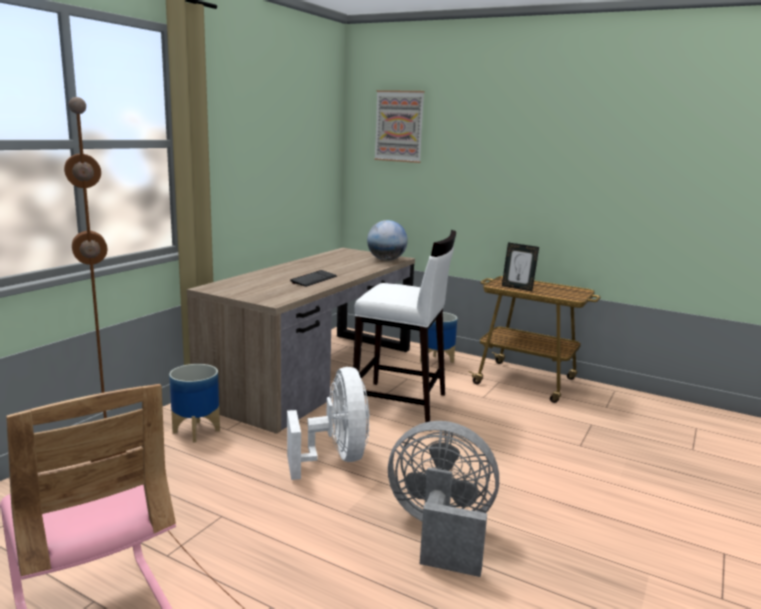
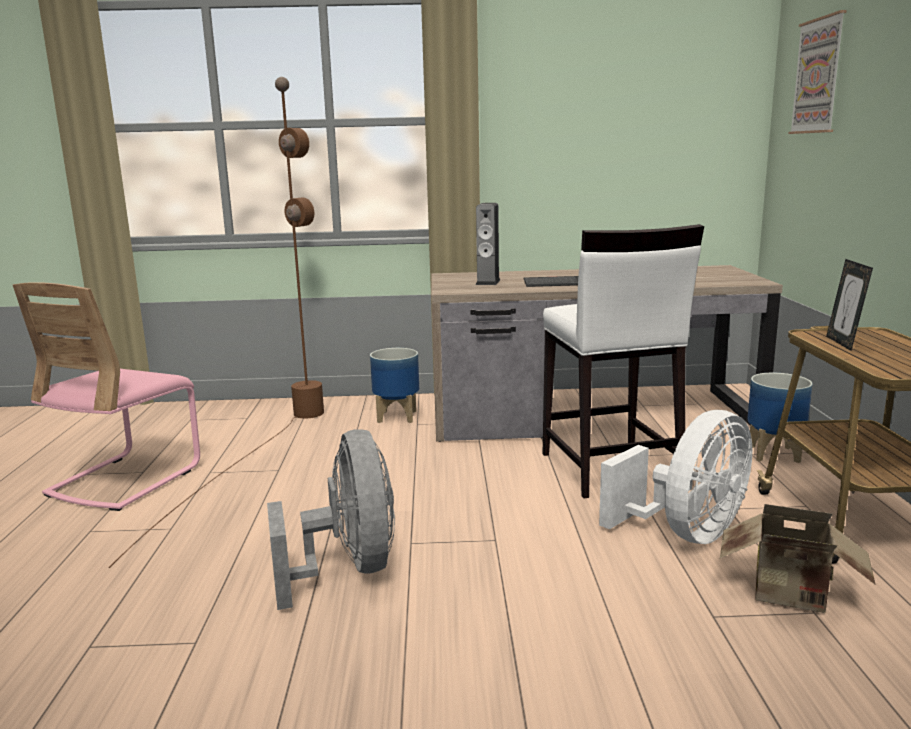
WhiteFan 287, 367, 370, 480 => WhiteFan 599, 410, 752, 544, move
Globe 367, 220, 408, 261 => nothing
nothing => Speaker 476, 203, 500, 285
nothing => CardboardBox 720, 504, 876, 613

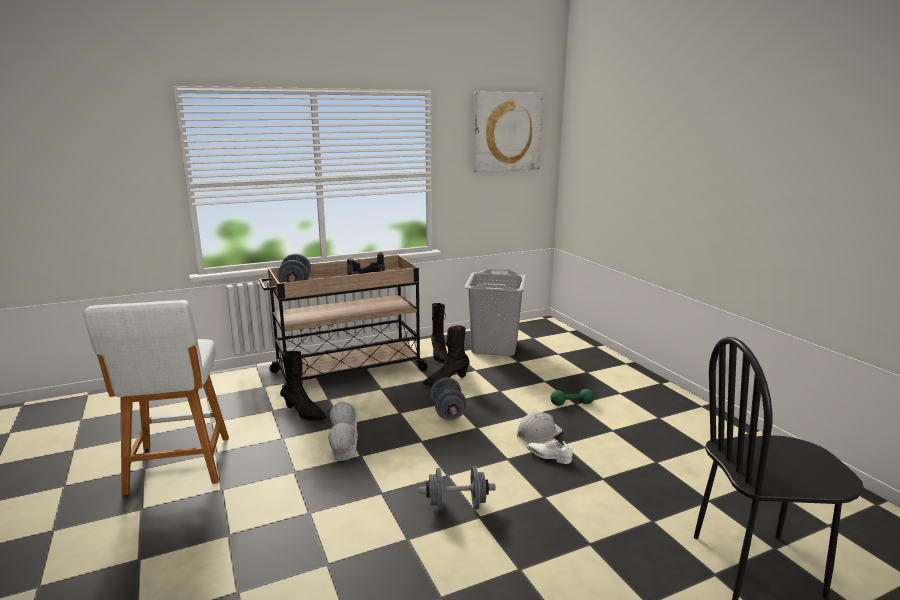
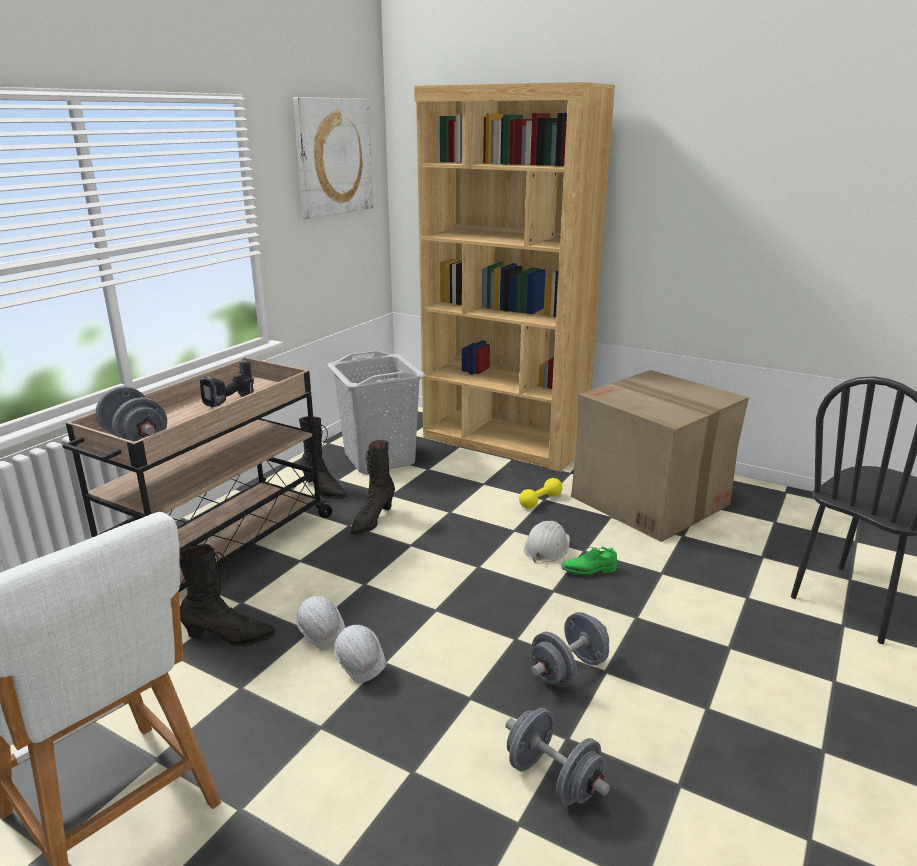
GreyDumbbell 430, 377, 467, 420 => GreyDumbbell 505, 708, 610, 805, move
WhiteShoe 527, 438, 573, 464 => GreenShoe 561, 546, 617, 575
GreenDumbbell 550, 389, 594, 406 => YellowDumbbell 519, 478, 563, 508
nothing => BrownBookcase 414, 82, 615, 472
nothing => CardboardBox 571, 370, 749, 542

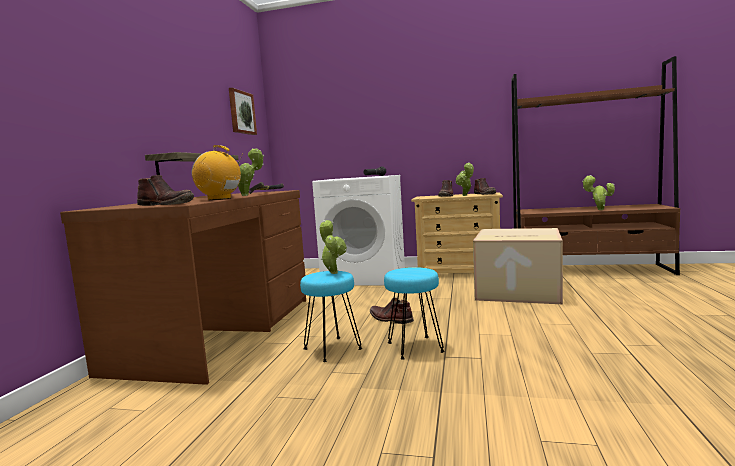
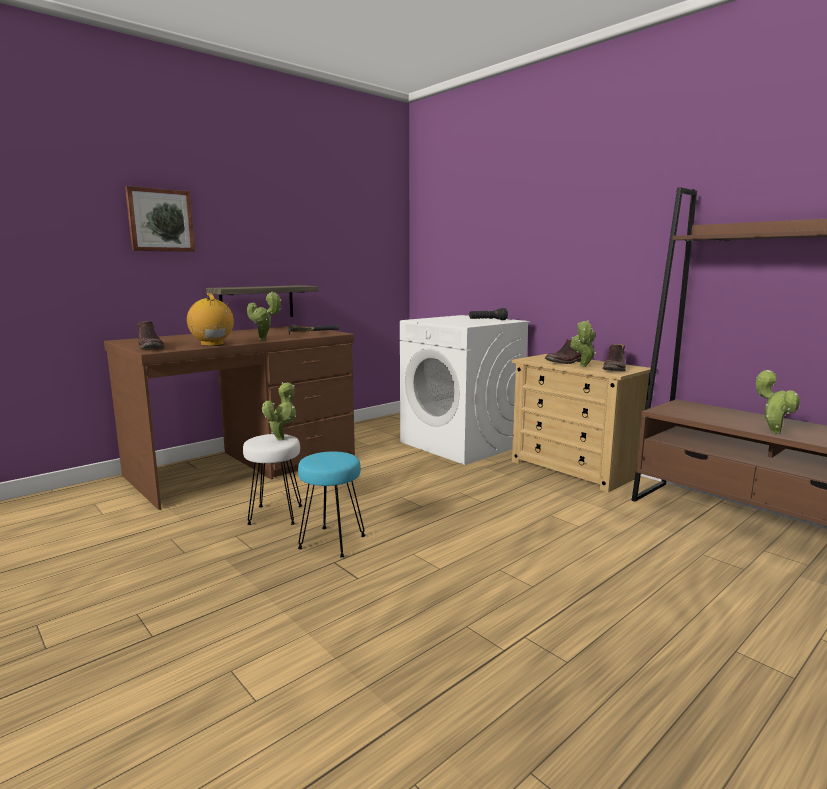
Picture 229, 88, 257, 135 => Picture 125, 186, 195, 252, move
TurquoiseStool 300, 271, 362, 362 => WhiteStool 243, 434, 302, 525
BrownBoot 370, 298, 414, 324 => nothing
CardboardBox 473, 228, 563, 304 => nothing

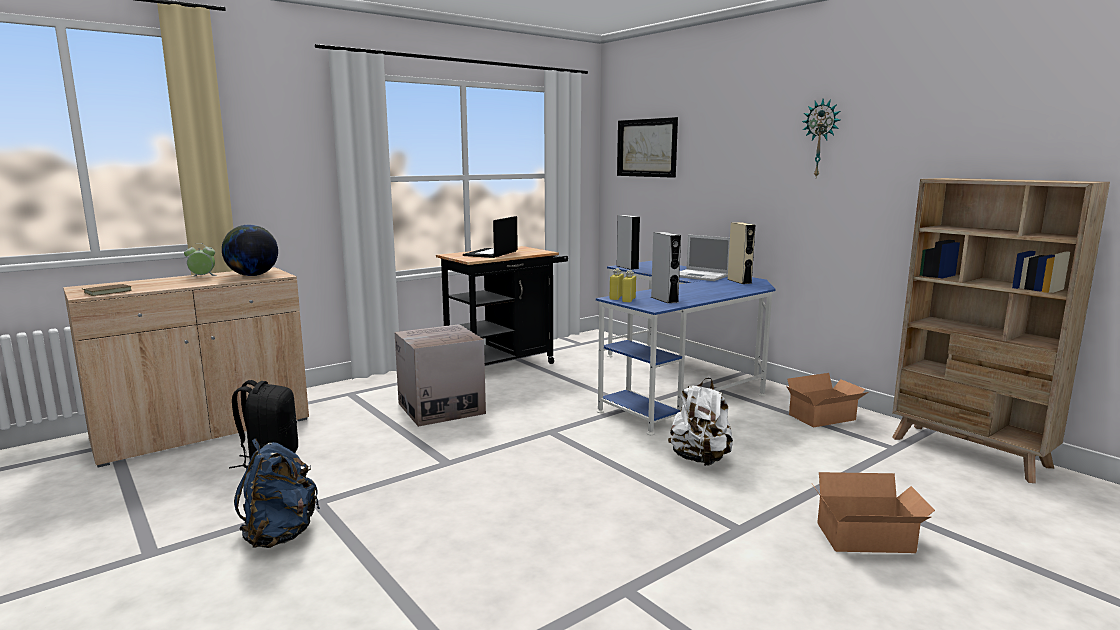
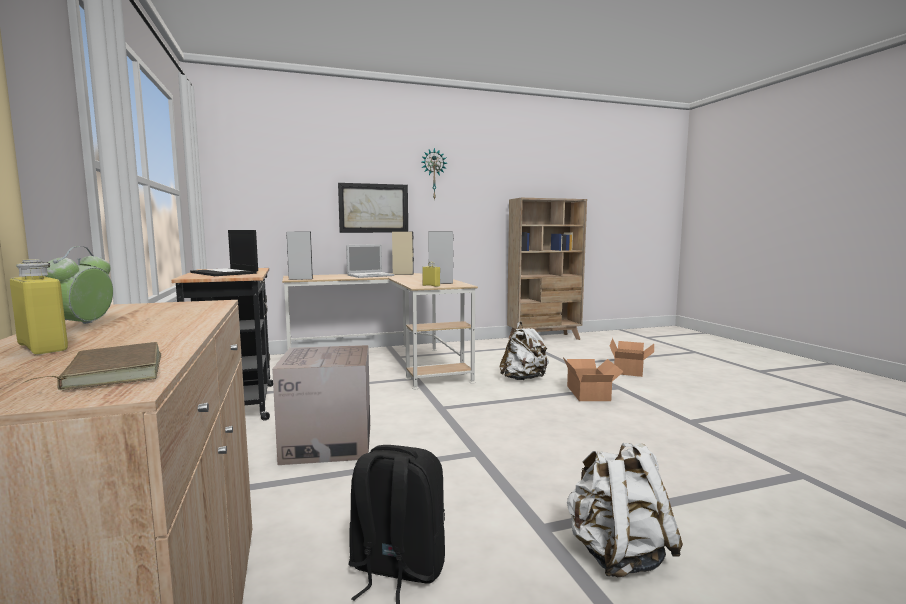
Globe 222, 225, 278, 276 => nothing
BlueBackpack 234, 439, 320, 548 => WhiteBackpack 567, 443, 683, 578
BlueDesk 596, 261, 776, 435 => BeigeDesk 282, 273, 478, 389
YellowBottle 609, 269, 624, 300 => YellowBottle 10, 259, 68, 355, move
Picture 617, 117, 678, 178 => Picture 338, 183, 408, 233, move
CardboardBox 786, 373, 868, 428 => CardboardBox 562, 356, 624, 401, move

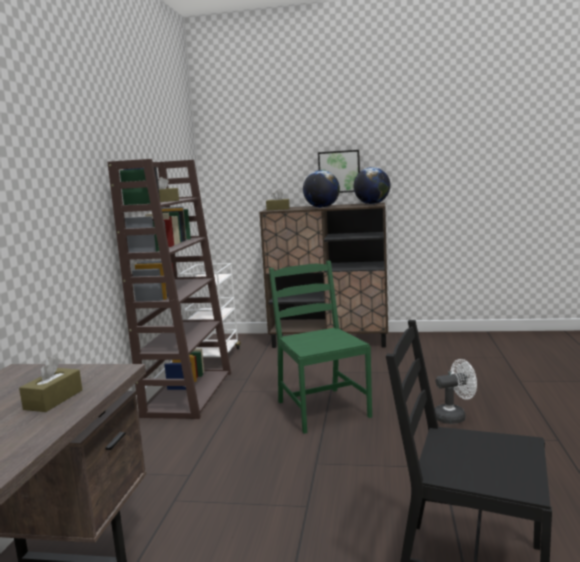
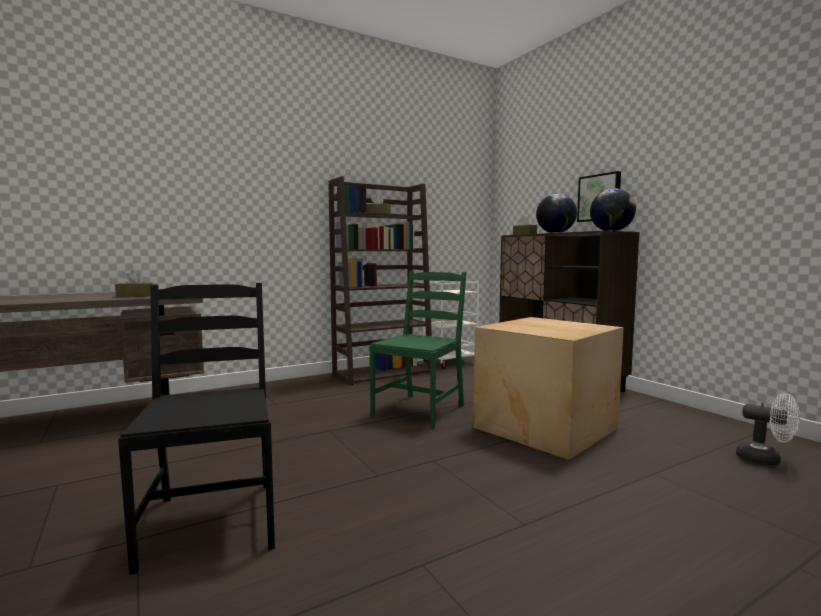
WhiteFan 434, 359, 477, 424 => WhiteFan 736, 393, 800, 466, move
nothing => CardboardBox 473, 317, 624, 460

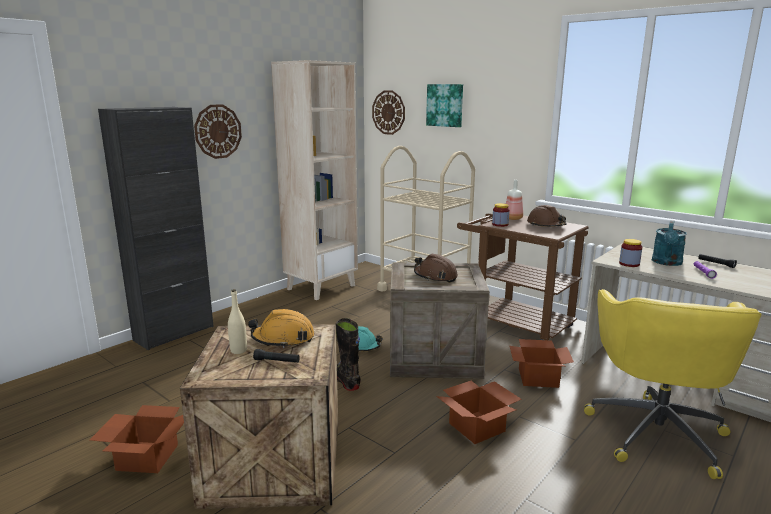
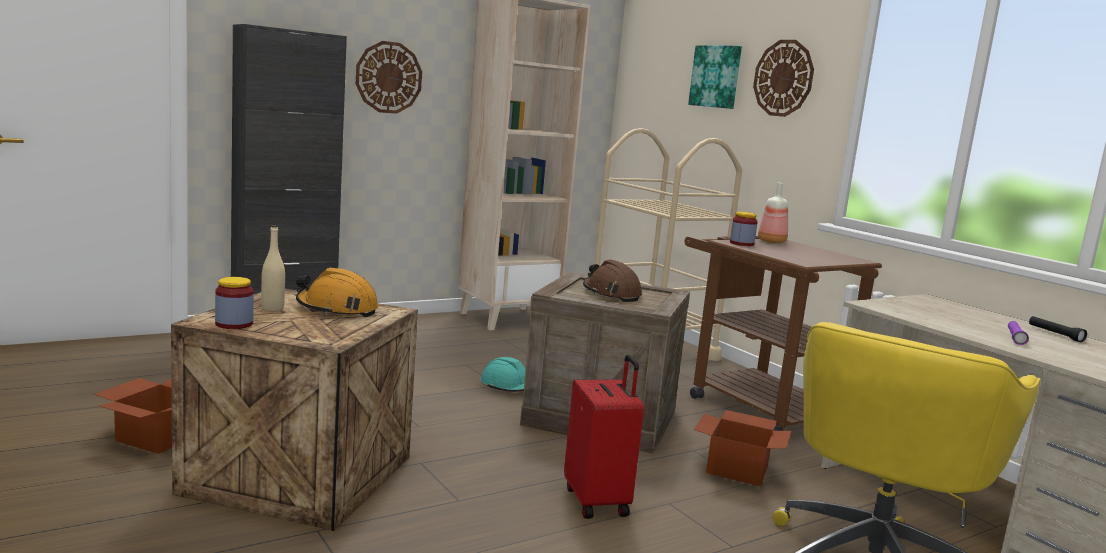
BlackFlashlight 253, 349, 300, 363 => nothing
BlackBoot 336, 318, 361, 391 => nothing
WallClock 372, 90, 405, 135 => WallClock 753, 40, 814, 117, move
CardboardBox 436, 381, 522, 444 => RedSuitcase 564, 355, 644, 519
BrownHardHat 527, 205, 566, 227 => nothing
Jar 619, 239, 642, 267 => Jar 215, 277, 254, 329, move
TurquoiseWateringCan 652, 220, 687, 266 => nothing

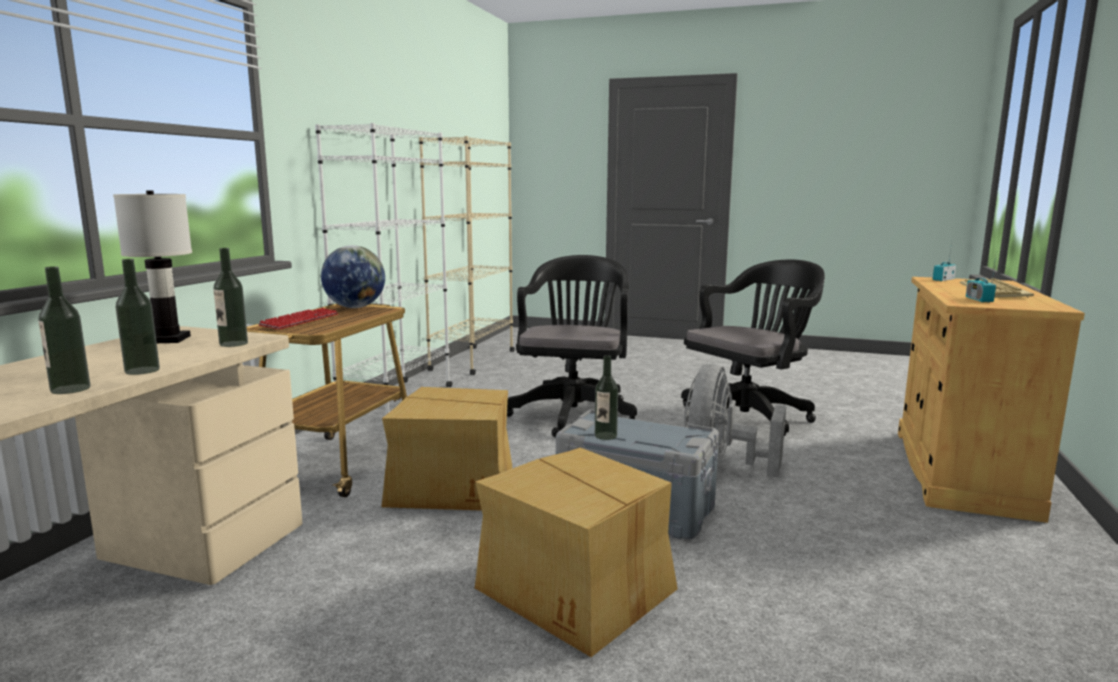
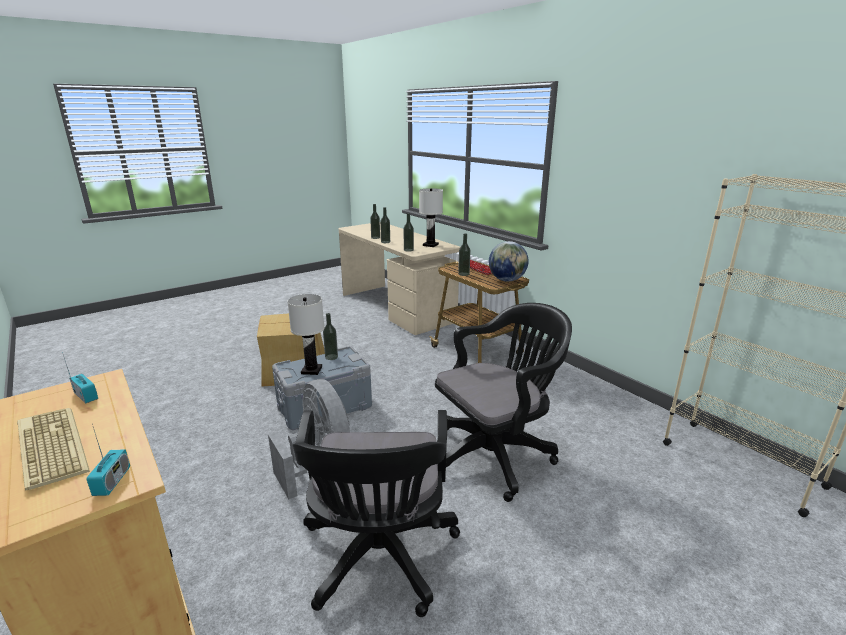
WhiteBookcase 315, 123, 453, 415 => nothing
CardboardBox 382, 387, 512, 510 => nothing
BlackOfficeChair 507, 255, 637, 438 => BlackOfficeChair 435, 303, 572, 502, 75 degrees counterclockwise
nothing => WhiteTableLamp 287, 294, 325, 375
nothing => Bottle 458, 233, 470, 276

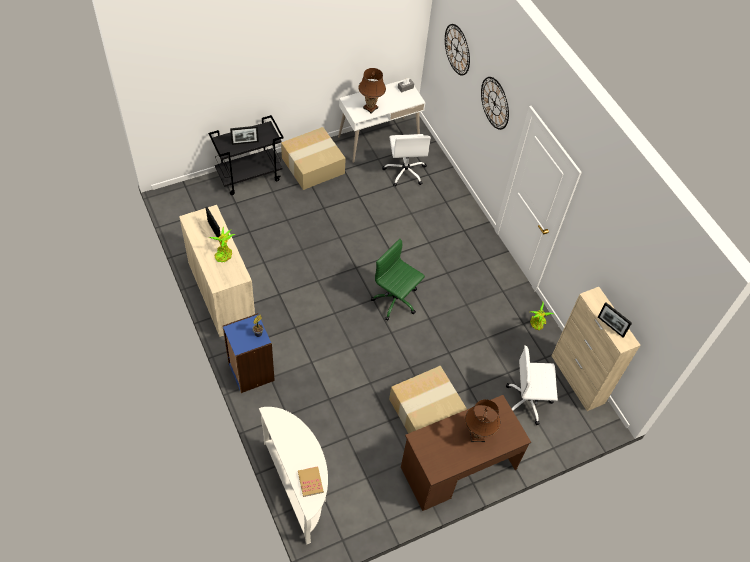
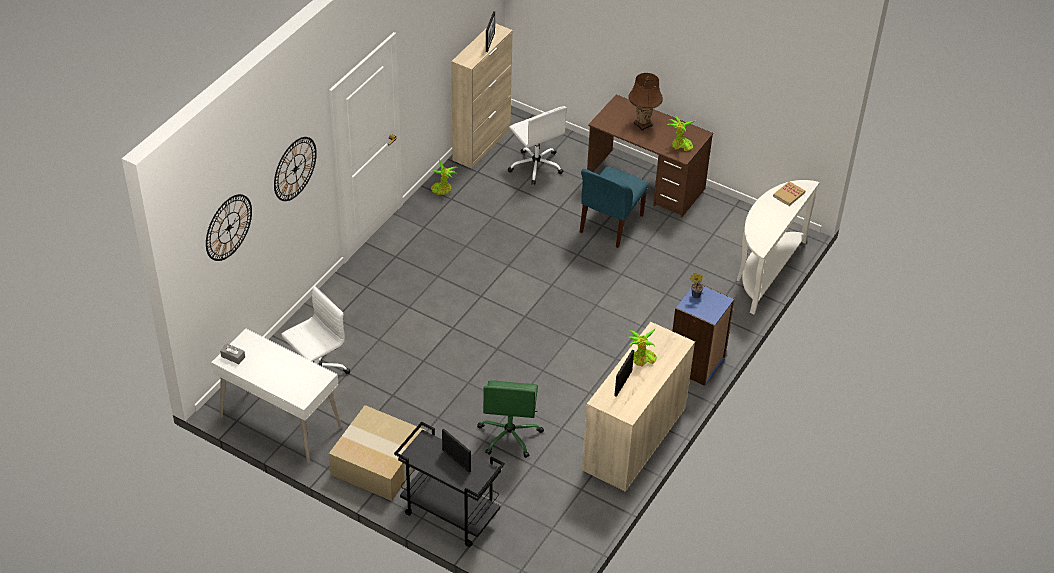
BrownTableLamp 358, 68, 386, 113 => nothing
GreenOfficeChair 371, 239, 425, 321 => GreenOfficeChair 477, 380, 544, 458, move
CardboardBox 389, 365, 467, 434 => BlueChair 580, 167, 648, 248
nothing => PottedPlant 667, 115, 696, 151

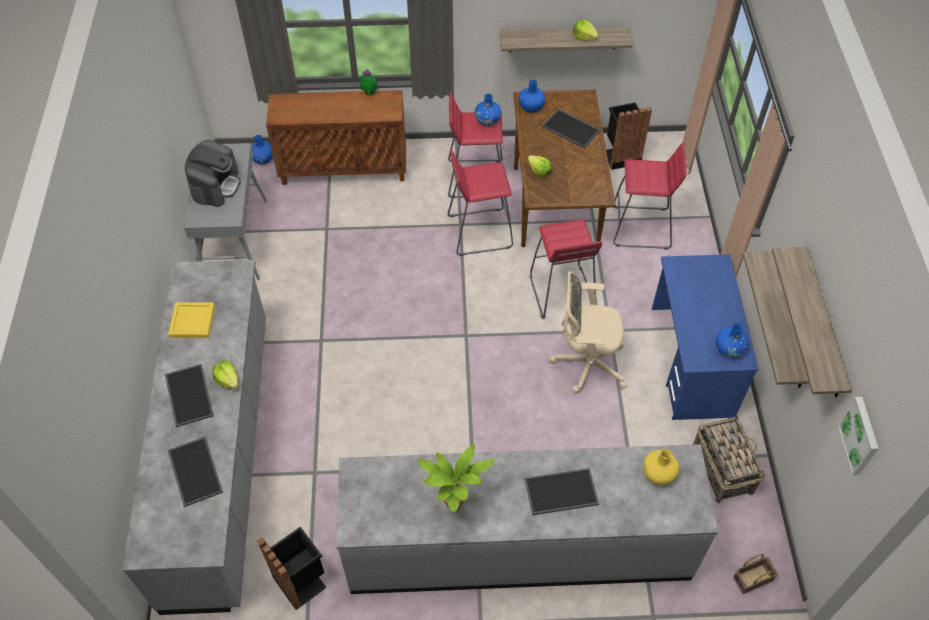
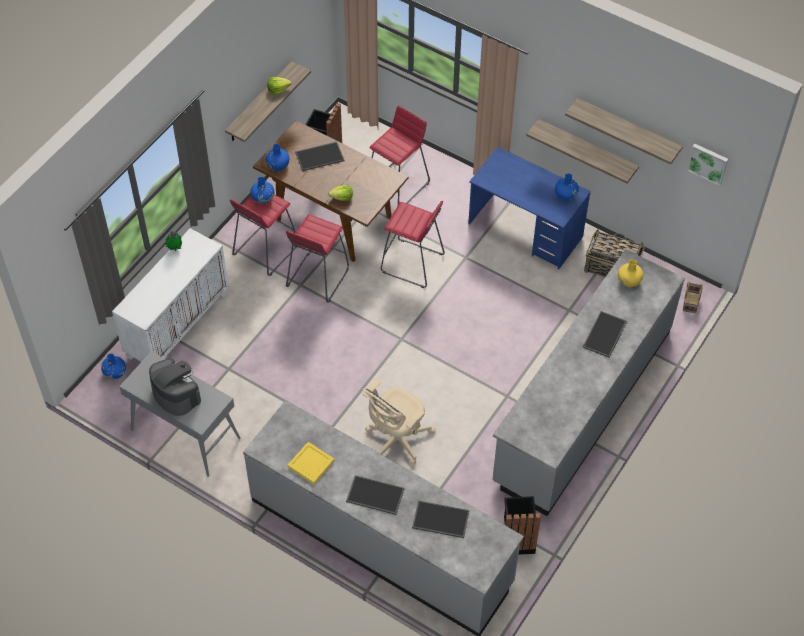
Lettuce 212, 360, 238, 389 => nothing
BrownCabinet 266, 90, 406, 185 => WhiteCabinet 112, 228, 229, 362
PottedPlant 417, 444, 495, 512 => nothing
BeigeOfficeChair 549, 271, 627, 394 => BeigeOfficeChair 363, 378, 436, 465, move

